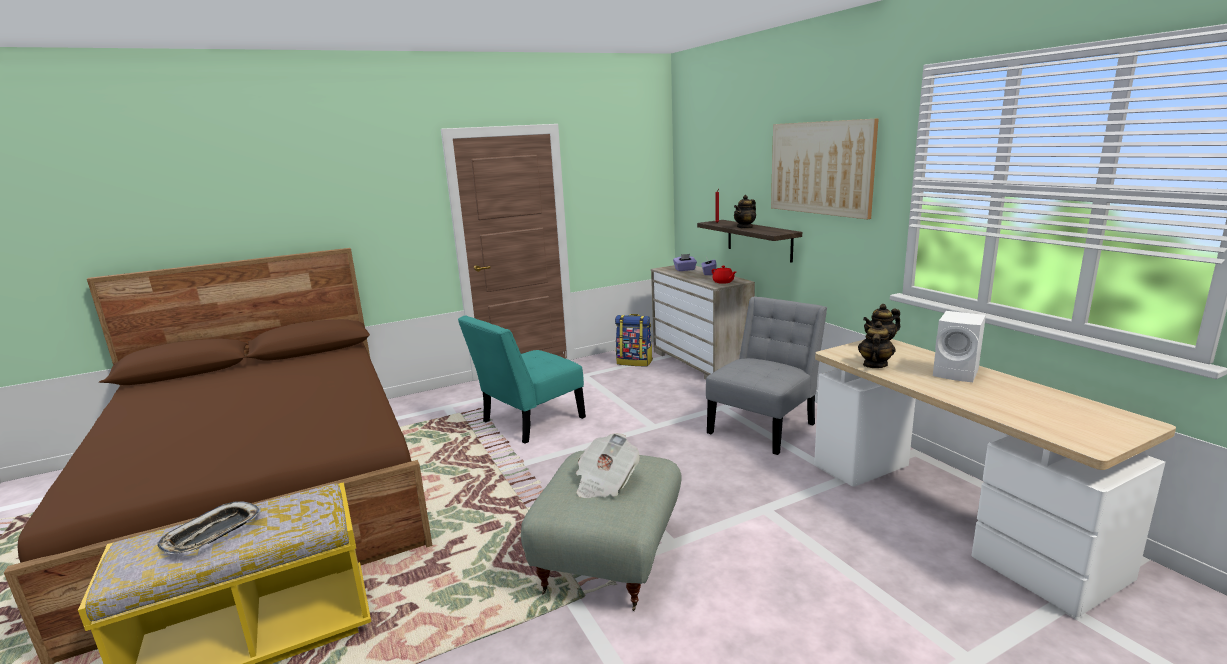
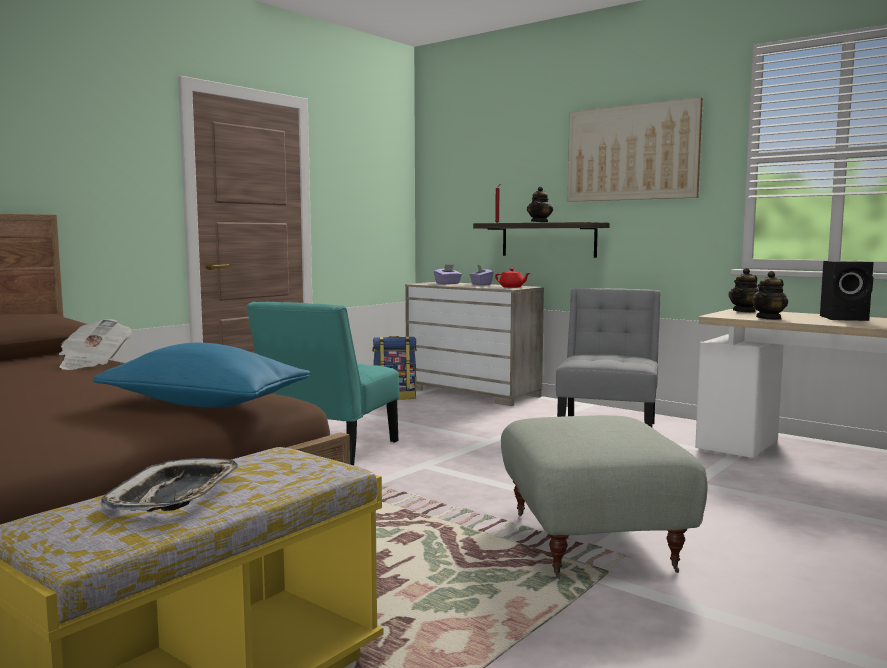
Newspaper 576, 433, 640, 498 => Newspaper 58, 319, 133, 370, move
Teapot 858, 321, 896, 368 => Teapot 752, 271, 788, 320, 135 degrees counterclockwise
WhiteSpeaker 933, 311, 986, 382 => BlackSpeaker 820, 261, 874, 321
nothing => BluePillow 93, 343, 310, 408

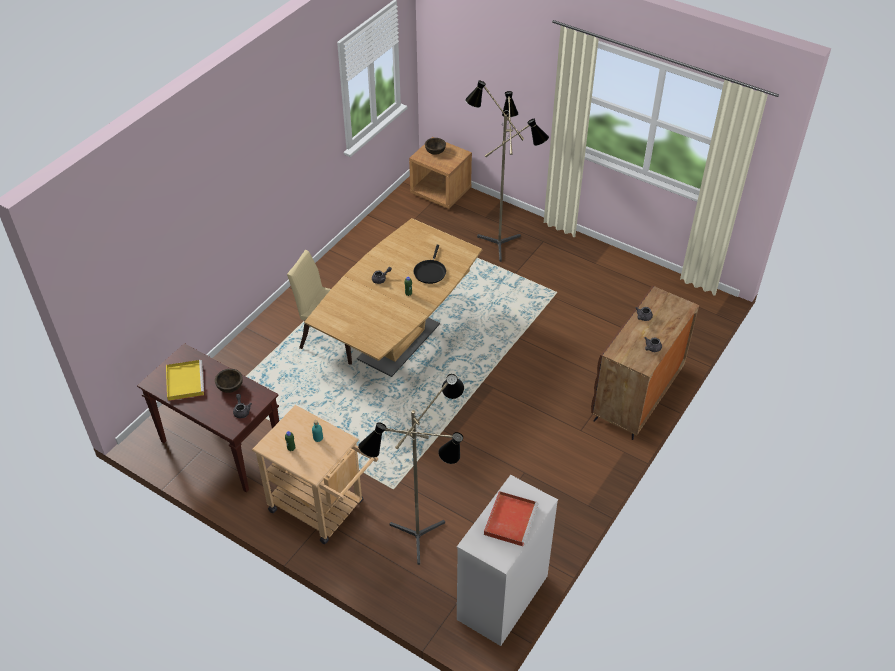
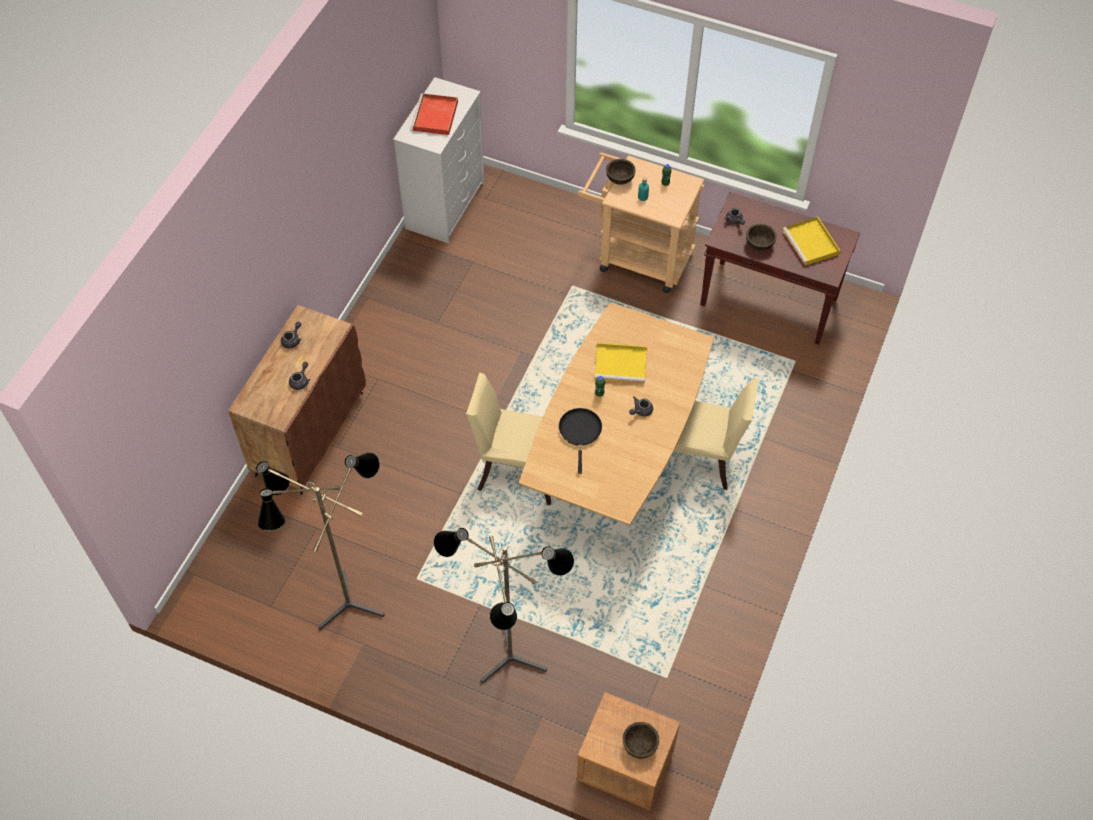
FloorLamp 358, 374, 464, 565 => FloorLamp 256, 452, 385, 630, move
nothing => BeigeChair 466, 373, 551, 505
nothing => YellowTray 594, 343, 647, 384
nothing => BrownBowl 606, 159, 636, 185

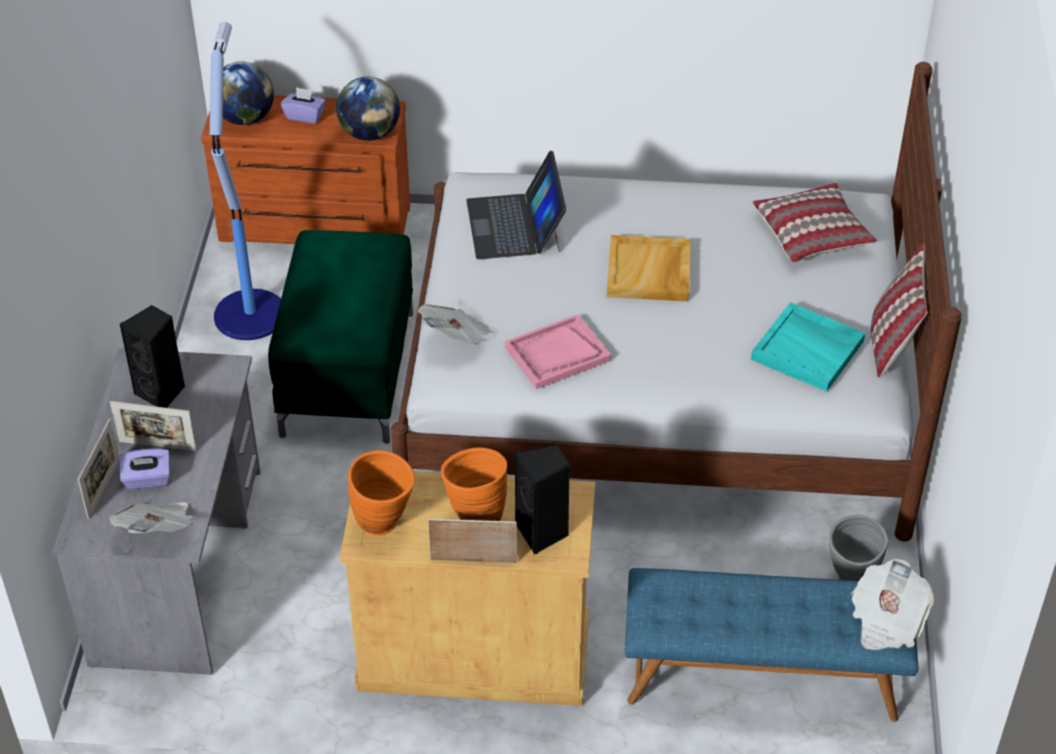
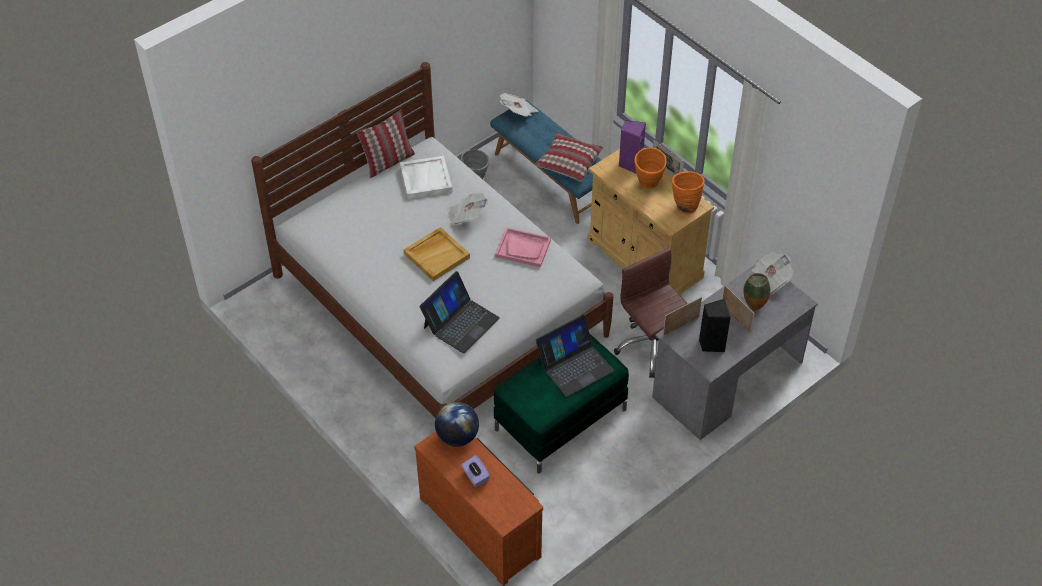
PictureFrame 78, 419, 119, 519 => PictureFrame 663, 297, 702, 336, move
PurpleTissueBox 119, 448, 170, 490 => Vase 743, 273, 770, 310
FloorLamp 210, 22, 281, 340 => nothing
Globe 223, 61, 274, 125 => nothing
Newspaper 418, 304, 496, 345 => Newspaper 448, 193, 488, 225, move
BlackSpeaker 515, 444, 570, 554 => PurpleSpeaker 619, 120, 646, 174
TurquoiseTray 751, 302, 865, 392 => WhiteTray 400, 156, 452, 199
Pillow 752, 183, 877, 263 => Pillow 535, 132, 603, 182, move
nothing => Laptop 536, 315, 614, 397
nothing => BrownOfficeChair 614, 248, 688, 378

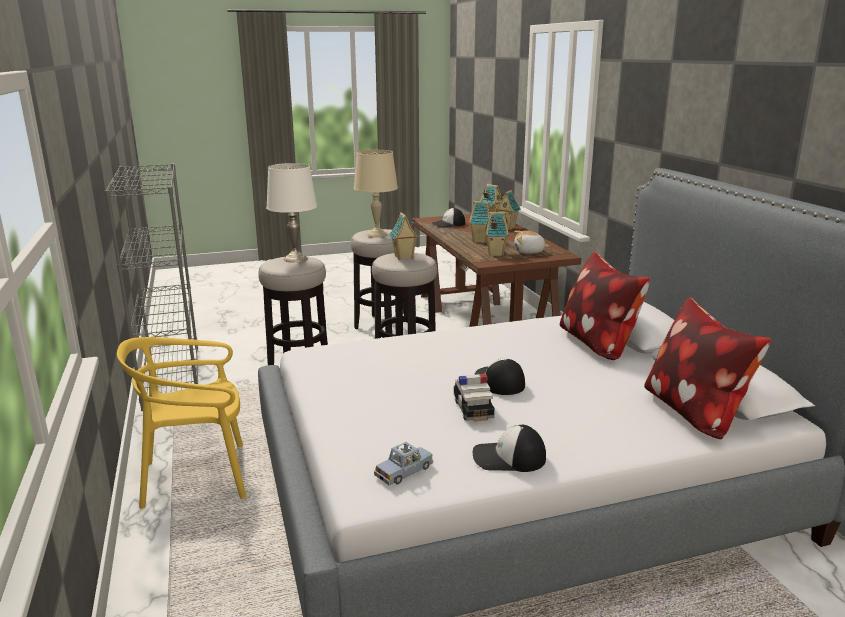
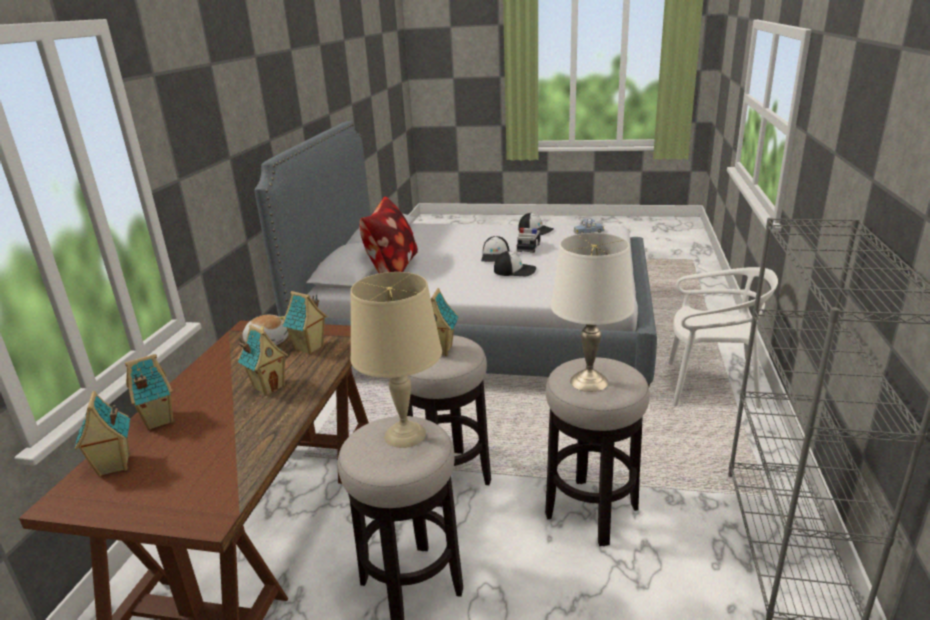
YellowChair 117, 337, 247, 509 => WhiteChair 668, 267, 778, 409
Cap 432, 208, 465, 228 => Cap 494, 251, 536, 276, move
Pillow 644, 297, 771, 439 => nothing

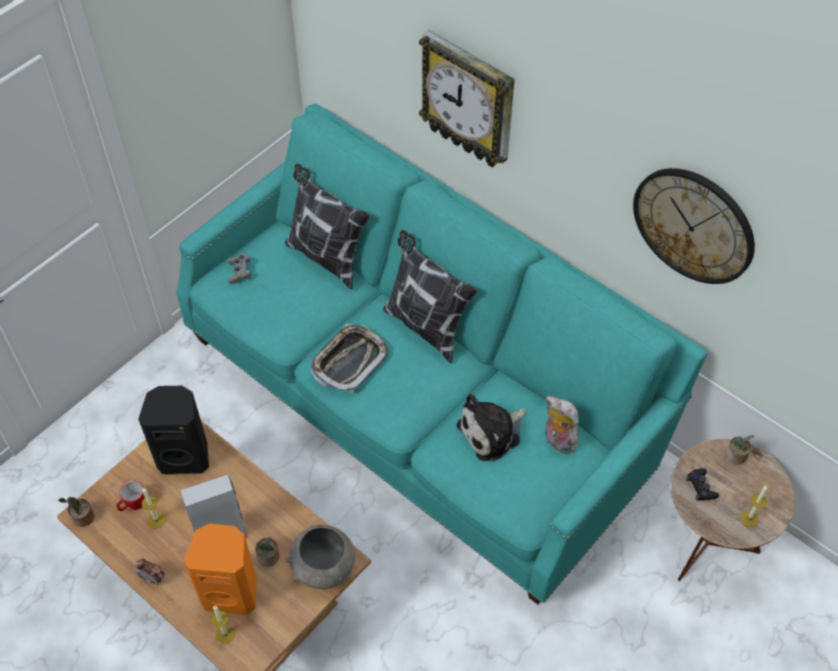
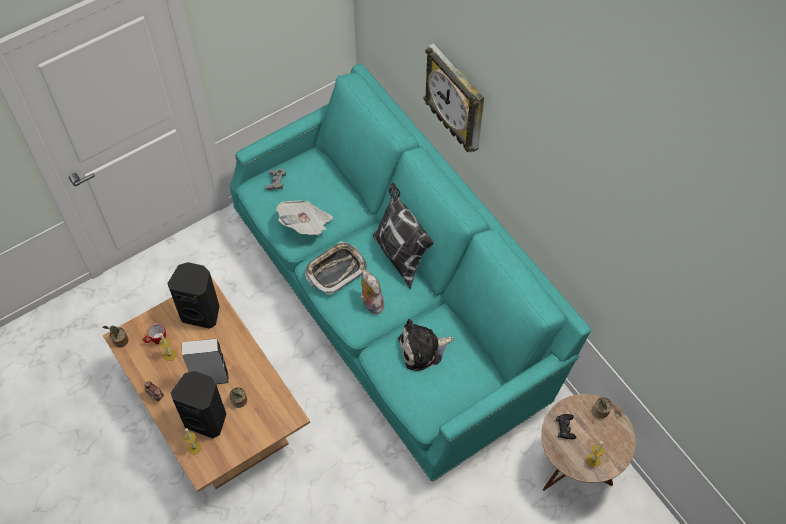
OrangeSpeaker 184, 524, 257, 615 => BlackSpeaker 171, 371, 226, 438
Pillow 285, 163, 370, 290 => nothing
GreyBowl 285, 525, 355, 589 => nothing
PlushToy 545, 396, 579, 454 => PlushToy 360, 270, 384, 314, move
WallClock 633, 168, 755, 284 => nothing
nothing => Newspaper 276, 200, 333, 235

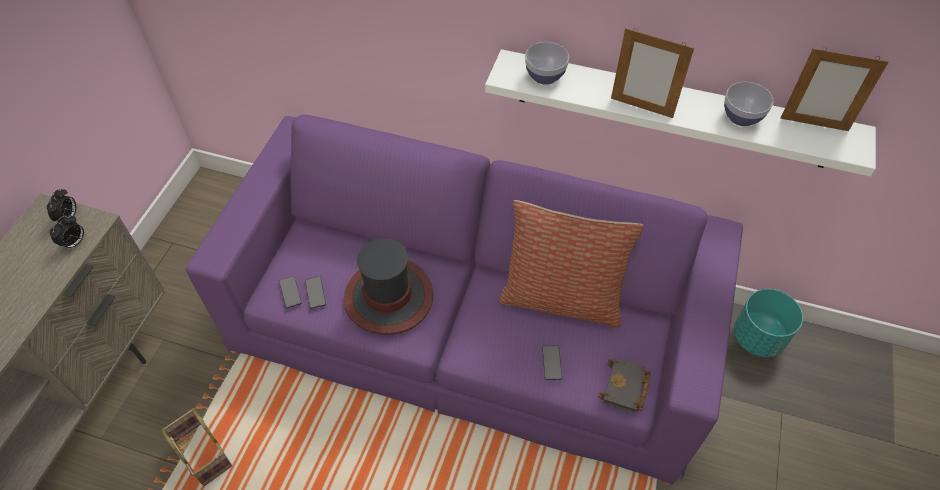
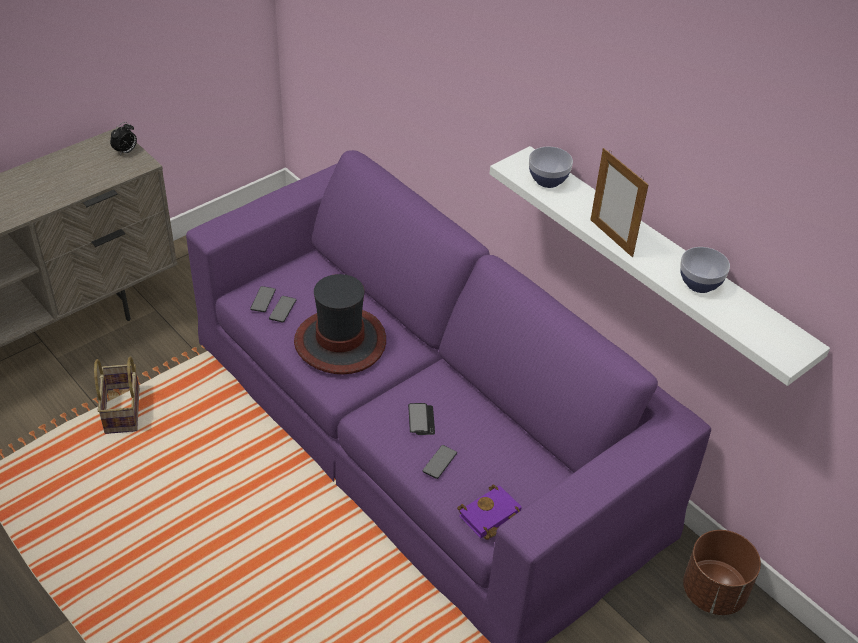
AlarmClock 50, 215, 84, 250 => nothing
Pillow 499, 200, 644, 328 => nothing
BlackBook 598, 358, 651, 413 => PurpleBook 457, 484, 522, 540
TurquoisePlanter 734, 289, 803, 357 => BrownPlanter 683, 530, 761, 615
PictureFrame 780, 47, 889, 131 => nothing
nothing => Phone 408, 403, 435, 435

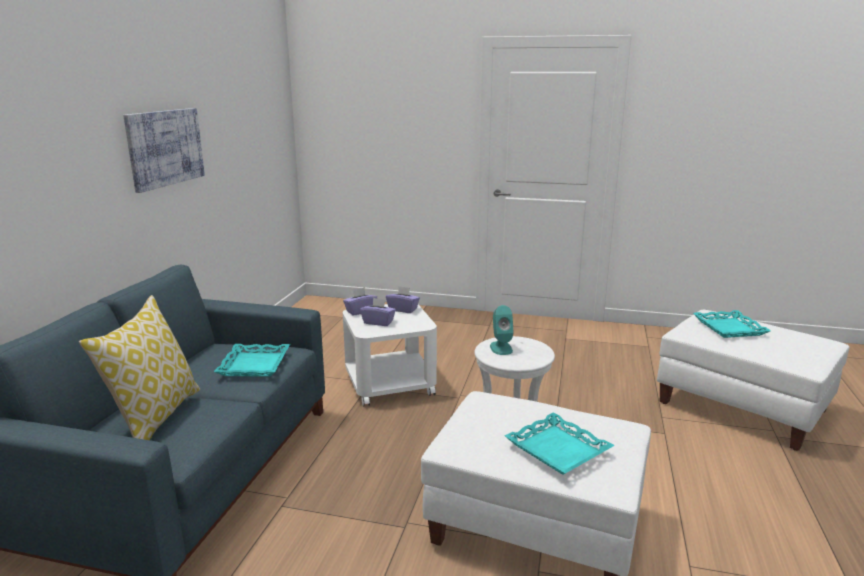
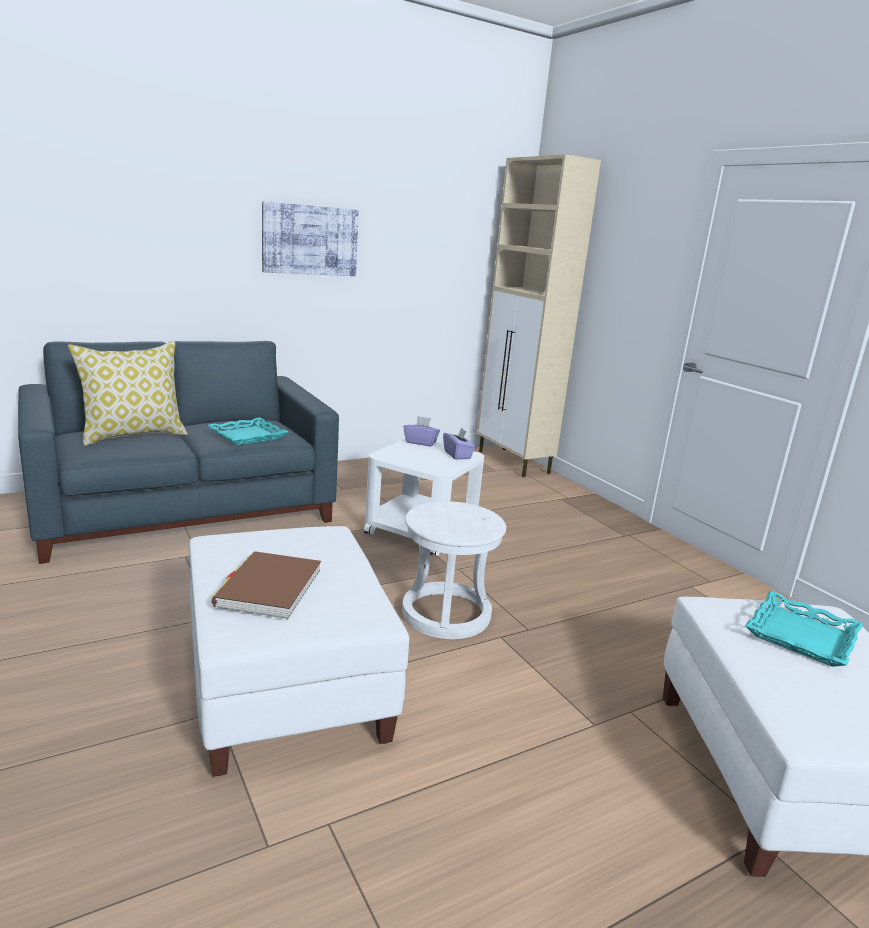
PurpleTissueBox 360, 298, 396, 326 => nothing
TurquoiseSpeaker 490, 305, 514, 355 => nothing
TurquoiseTray 504, 412, 615, 475 => BrownBook 211, 551, 321, 620
nothing => BeigeCabinet 477, 154, 601, 477

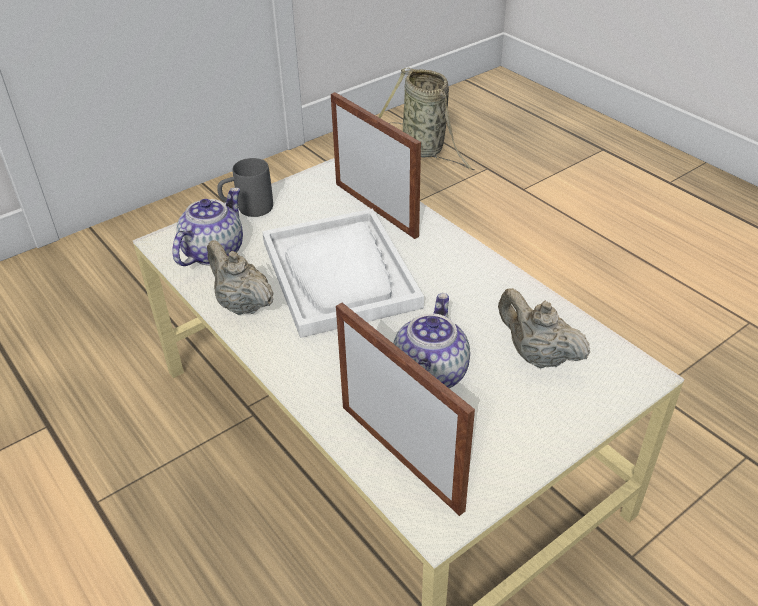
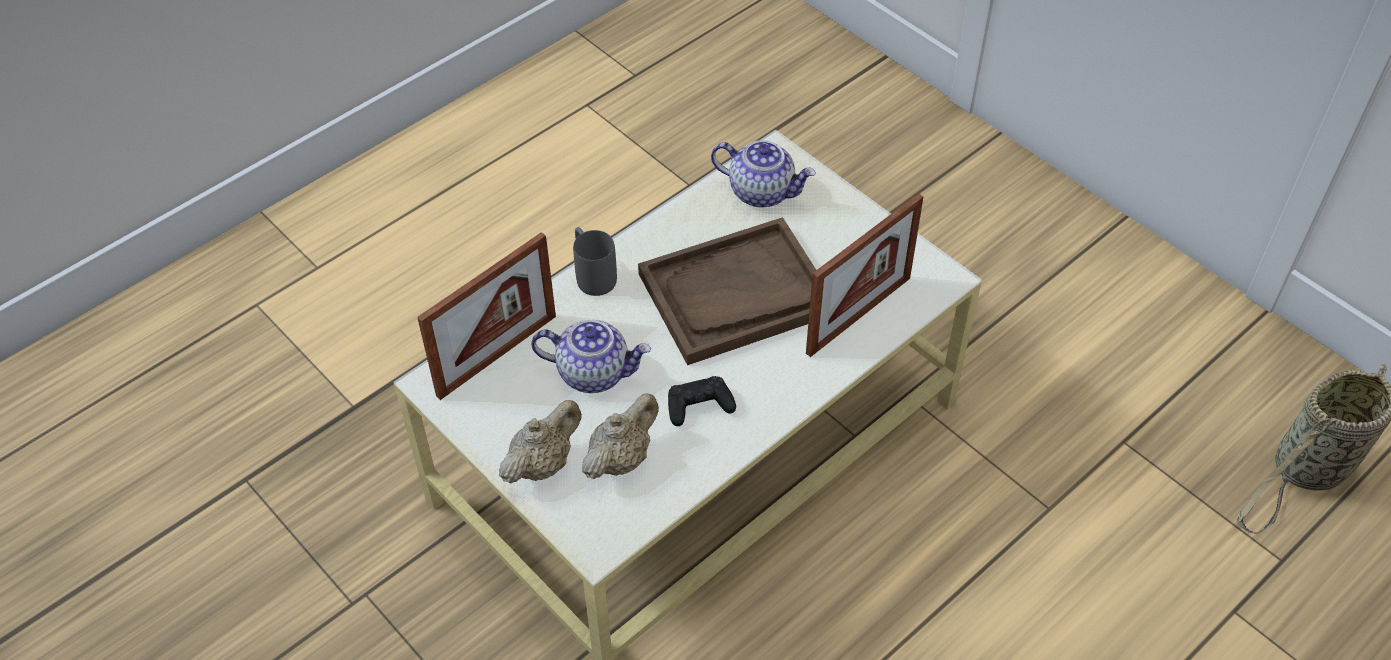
BeigeTeapot 207, 240, 274, 315 => BeigeTeapot 499, 400, 582, 484, move
GreyMug 217, 158, 273, 217 => GreyMug 573, 227, 617, 296, move
WhiteTray 262, 209, 424, 338 => BrownTray 638, 217, 816, 365
nothing => BlackGameController 668, 376, 736, 426

